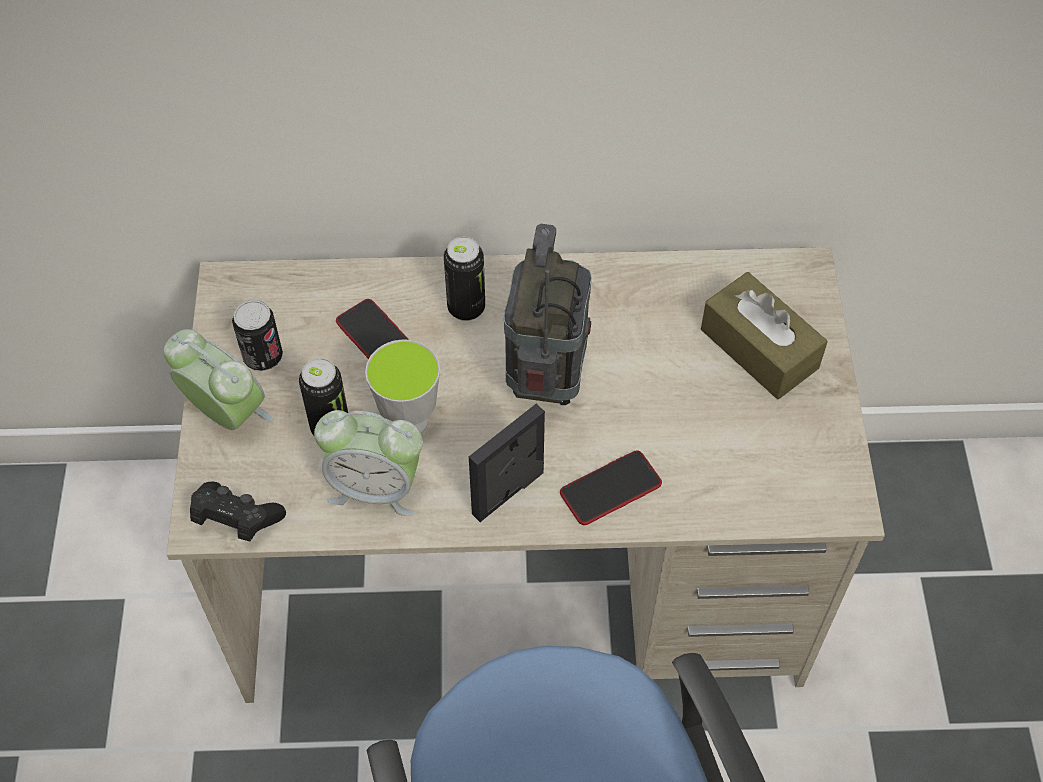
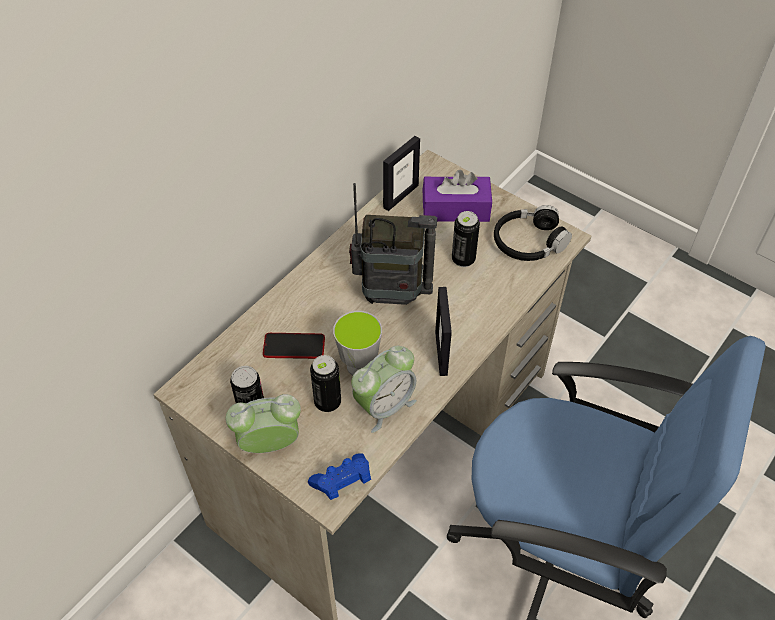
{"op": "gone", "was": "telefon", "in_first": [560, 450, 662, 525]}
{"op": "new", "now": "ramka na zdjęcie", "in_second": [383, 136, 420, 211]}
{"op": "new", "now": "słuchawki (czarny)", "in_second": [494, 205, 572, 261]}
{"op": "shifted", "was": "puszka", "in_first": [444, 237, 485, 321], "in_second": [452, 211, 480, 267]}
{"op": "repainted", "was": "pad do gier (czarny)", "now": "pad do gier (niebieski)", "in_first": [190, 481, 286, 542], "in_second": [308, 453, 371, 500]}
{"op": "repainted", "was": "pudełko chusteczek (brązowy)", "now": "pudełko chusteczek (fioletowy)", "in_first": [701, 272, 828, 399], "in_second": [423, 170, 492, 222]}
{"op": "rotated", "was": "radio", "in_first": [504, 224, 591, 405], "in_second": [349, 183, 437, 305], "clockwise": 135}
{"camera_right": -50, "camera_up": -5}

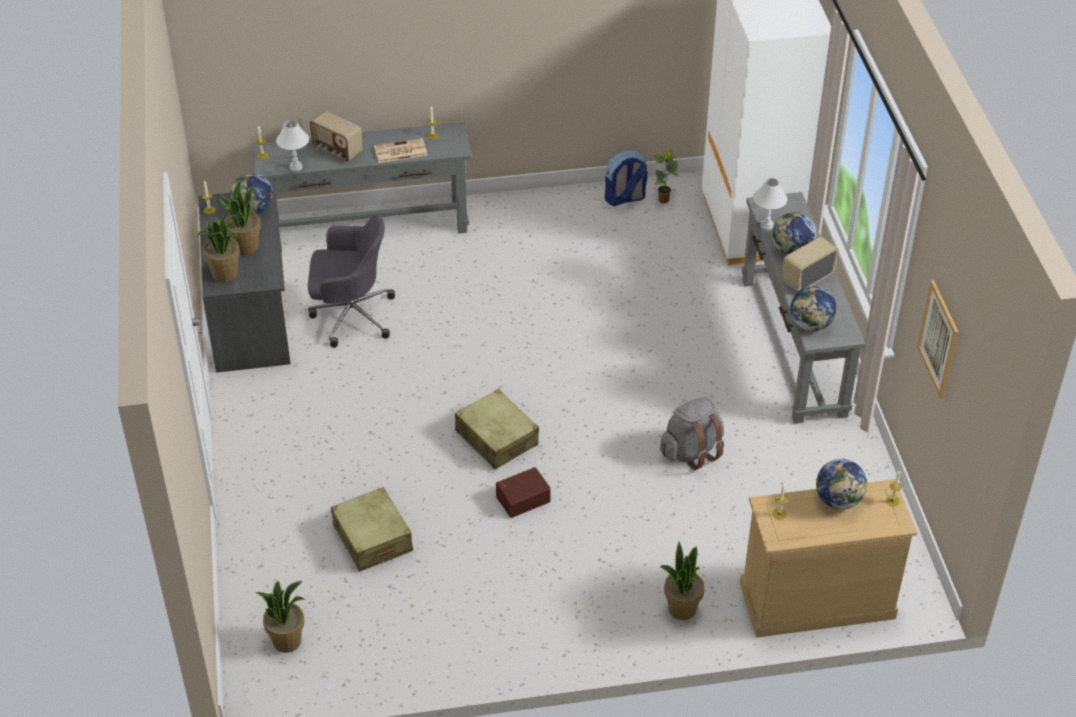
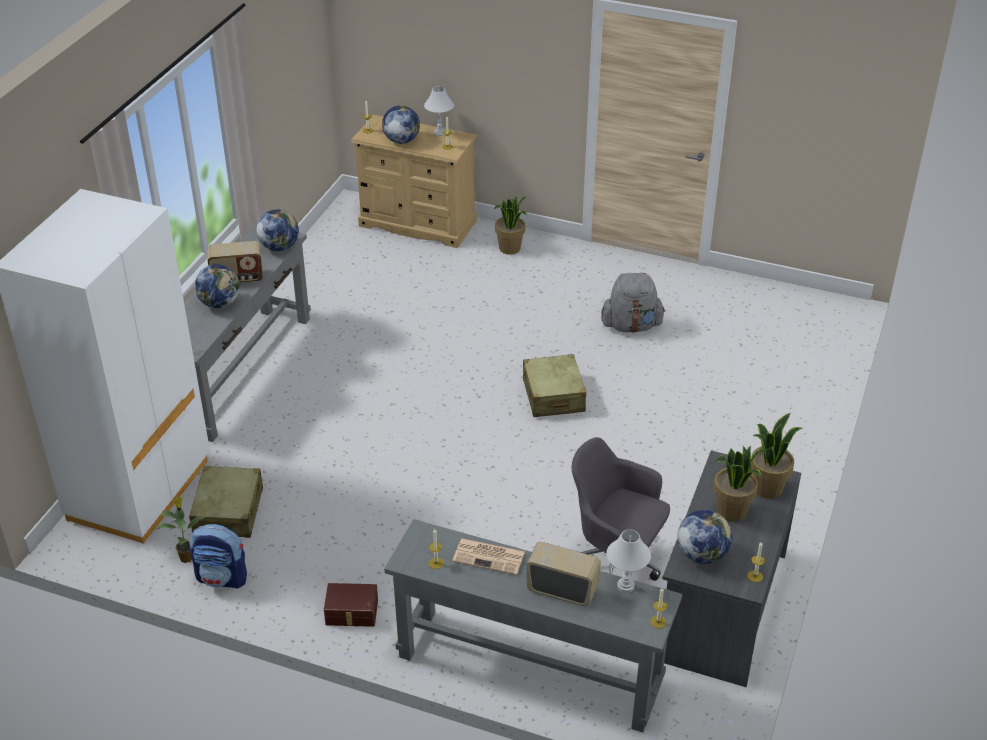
{"op": "gone", "was": "roślina doniczkowa", "in_first": [255, 581, 305, 653]}
{"op": "gone", "was": "obraz", "in_first": [917, 280, 958, 398]}
{"op": "shifted", "was": "walizka (beżowy)", "in_first": [331, 487, 413, 571], "in_second": [189, 466, 263, 538]}
{"op": "shifted", "was": "pojemnik do przechowywania (brązowy)", "in_first": [496, 467, 551, 518], "in_second": [324, 583, 378, 627]}
{"op": "shifted", "was": "plecak (szary)", "in_first": [660, 397, 724, 470], "in_second": [601, 273, 666, 333]}
{"op": "shifted", "was": "lampa stołowa (biały)", "in_first": [753, 178, 787, 231], "in_second": [424, 86, 454, 136]}
{"op": "rotated", "was": "radio", "in_first": [310, 111, 363, 162], "in_second": [527, 542, 601, 607], "clockwise": -45}
{"camera_right": -150, "camera_up": -5}

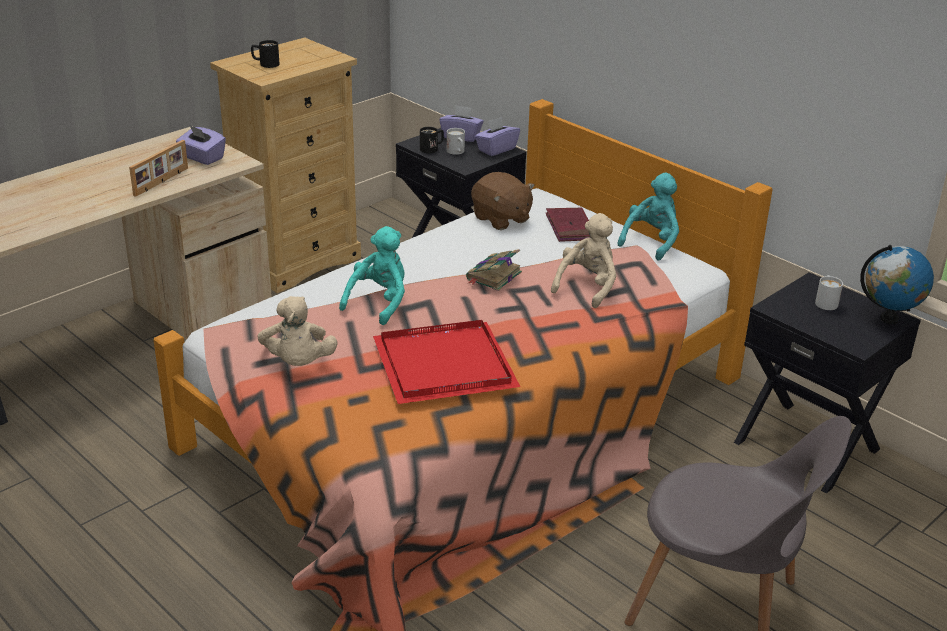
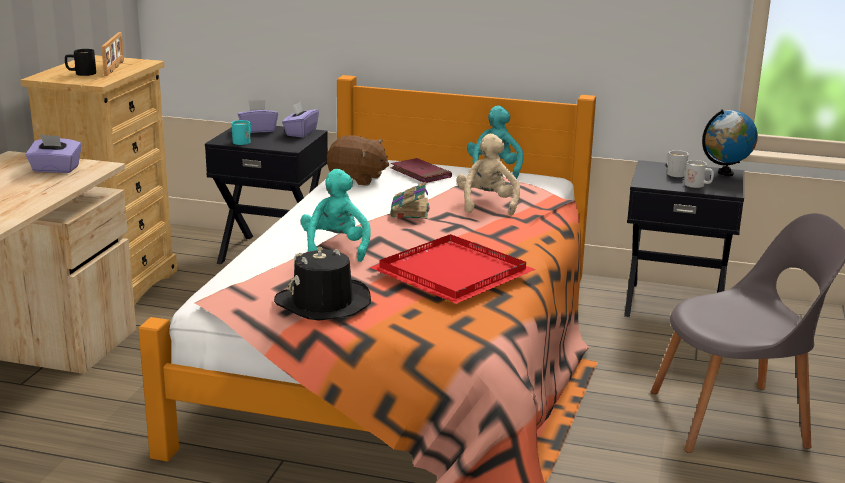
{"op": "shifted", "was": "ramka na zdjęcie", "in_first": [129, 140, 188, 197], "in_second": [101, 32, 124, 76]}
{"op": "shifted", "was": "kubek (biały)", "in_first": [447, 128, 465, 155], "in_second": [684, 160, 714, 188]}
{"op": "swapped", "was": "pluszak (beżowy)", "now": "kapelusz (czarny)", "in_first": [258, 296, 337, 366], "in_second": [274, 247, 371, 321]}
{"op": "repainted", "was": "kubek (czarny)", "now": "kubek (turkusowy)", "in_first": [420, 127, 444, 153], "in_second": [232, 120, 251, 145]}
{"camera_right": -30, "camera_up": -10}

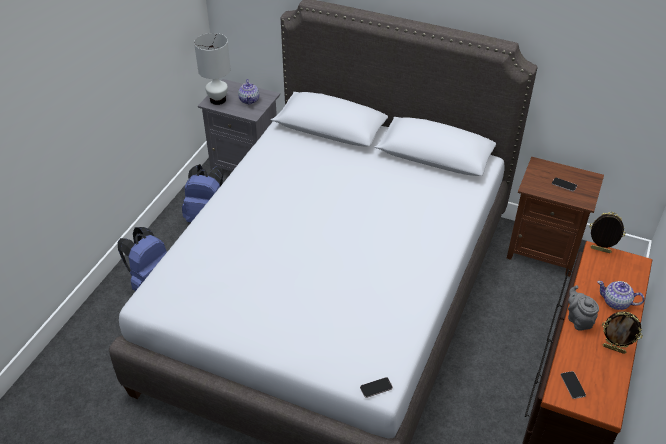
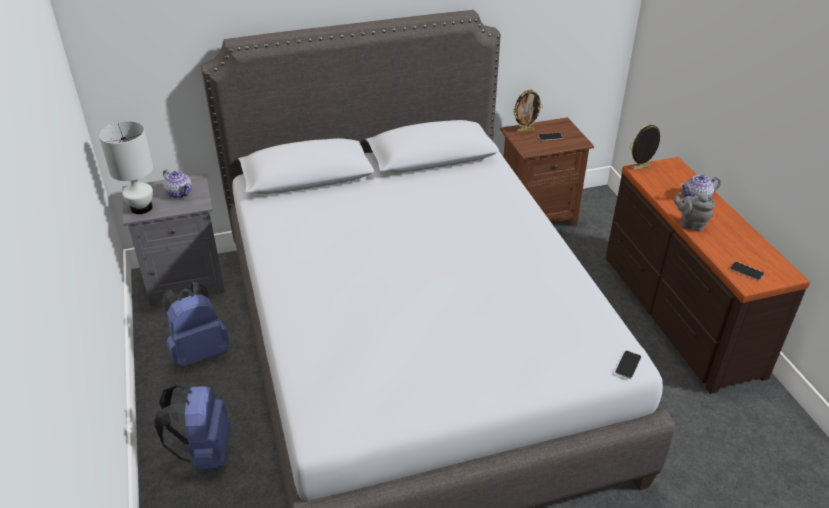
{"op": "shifted", "was": "ramka na zdjęcie", "in_first": [602, 311, 643, 354], "in_second": [513, 89, 543, 133]}
{"camera_right": -40, "camera_up": -5}

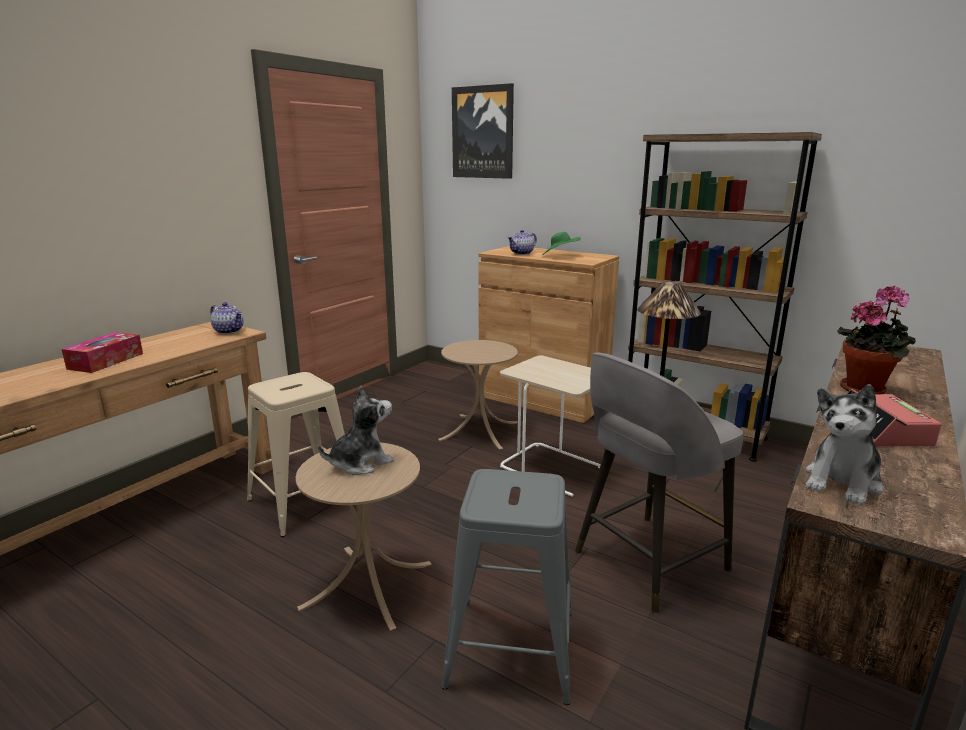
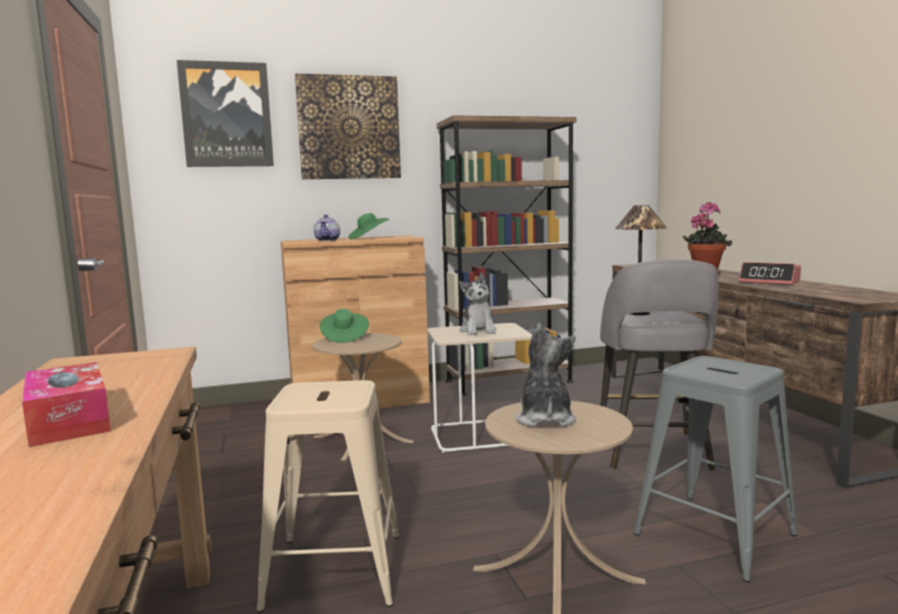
{"op": "gone", "was": "imbryk", "in_first": [210, 302, 244, 334]}
{"op": "new", "now": "obraz", "in_second": [295, 73, 401, 179]}
{"op": "new", "now": "kapelusz (zielony)", "in_second": [320, 309, 369, 343]}
{"op": "shifted", "was": "pluszak", "in_first": [805, 384, 884, 505], "in_second": [459, 273, 496, 335]}
{"camera_right": -50, "camera_up": -10}

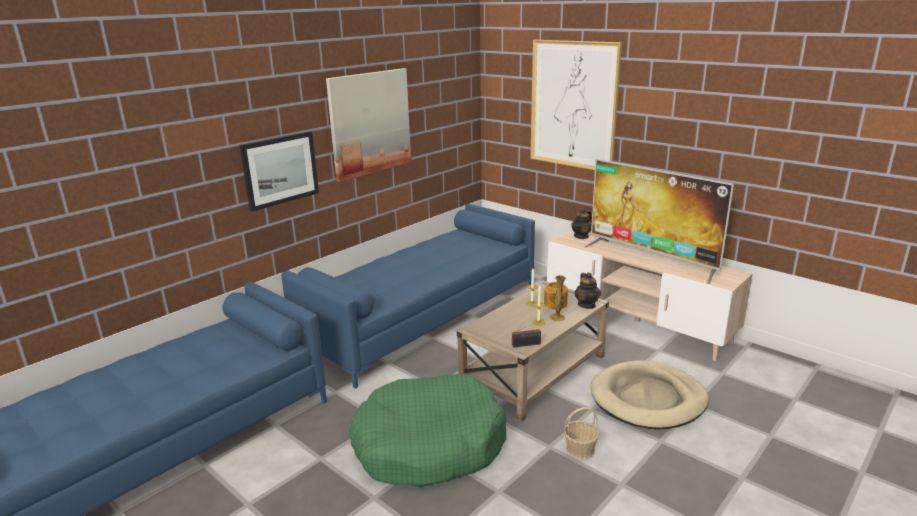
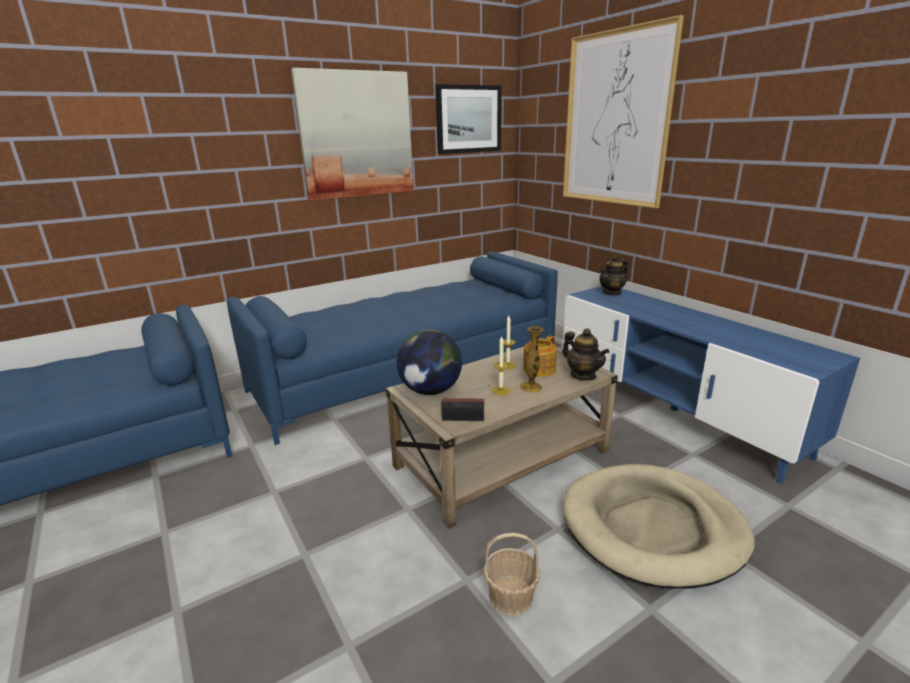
{"op": "gone", "was": "legowisko (zielony)", "in_first": [349, 374, 507, 487]}
{"op": "gone", "was": "telewizor", "in_first": [585, 159, 734, 284]}
{"op": "new", "now": "globus", "in_second": [397, 330, 462, 395]}
{"op": "shifted", "was": "obraz", "in_first": [239, 131, 319, 212], "in_second": [435, 84, 501, 154]}
{"op": "repainted", "was": "szafka pod telewizor (beżowy)", "now": "szafka pod telewizor (niebieski)", "in_first": [547, 230, 752, 361], "in_second": [562, 286, 860, 484]}
{"op": "rotated", "was": "imbryk", "in_first": [574, 272, 601, 309], "in_second": [562, 328, 609, 381], "clockwise": -45}
{"camera_right": 15, "camera_up": 0}

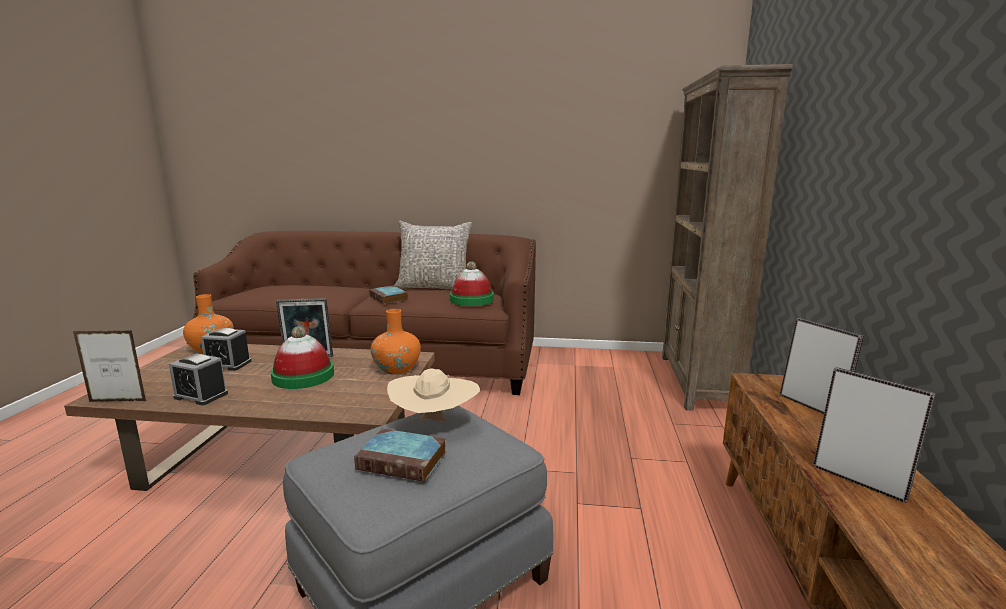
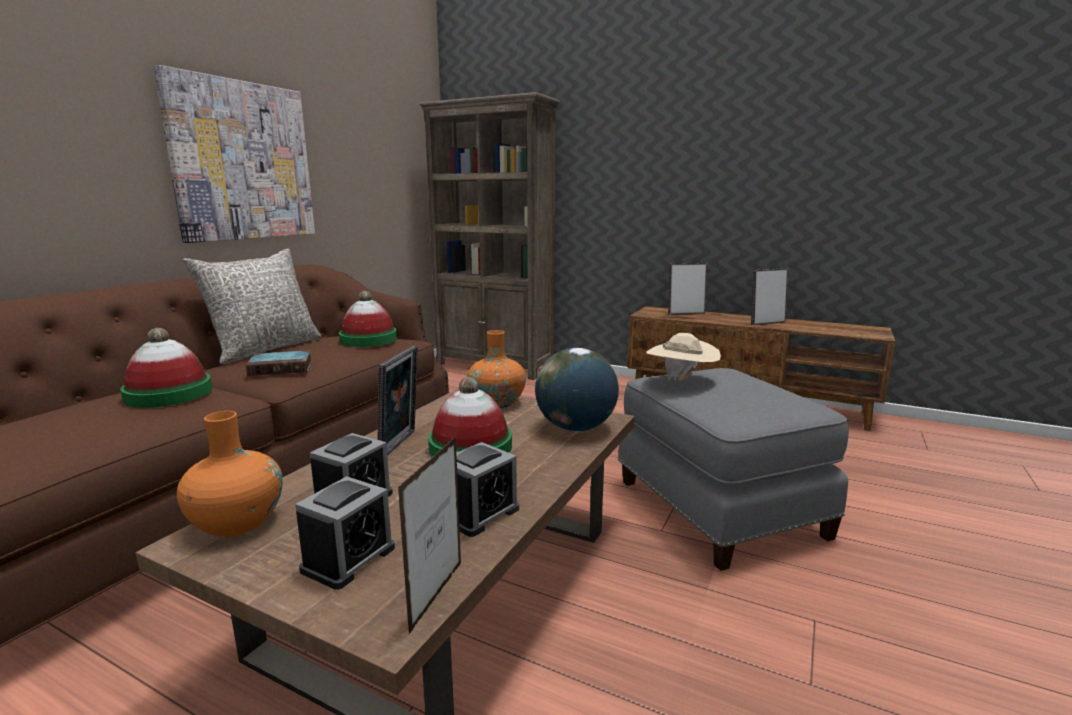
{"op": "gone", "was": "książka", "in_first": [354, 429, 446, 482]}
{"op": "new", "now": "kapelusz", "in_second": [120, 328, 212, 408]}
{"op": "new", "now": "obraz", "in_second": [153, 65, 315, 243]}
{"op": "new", "now": "budzik", "in_second": [295, 476, 395, 590]}
{"op": "new", "now": "globus", "in_second": [535, 348, 619, 431]}
{"camera_right": -70, "camera_up": 0}

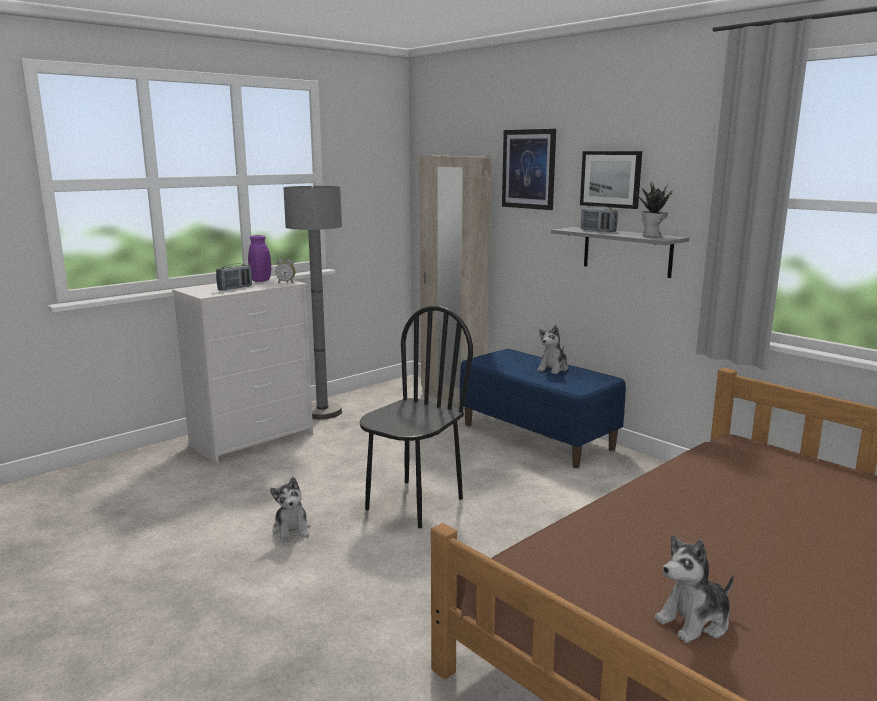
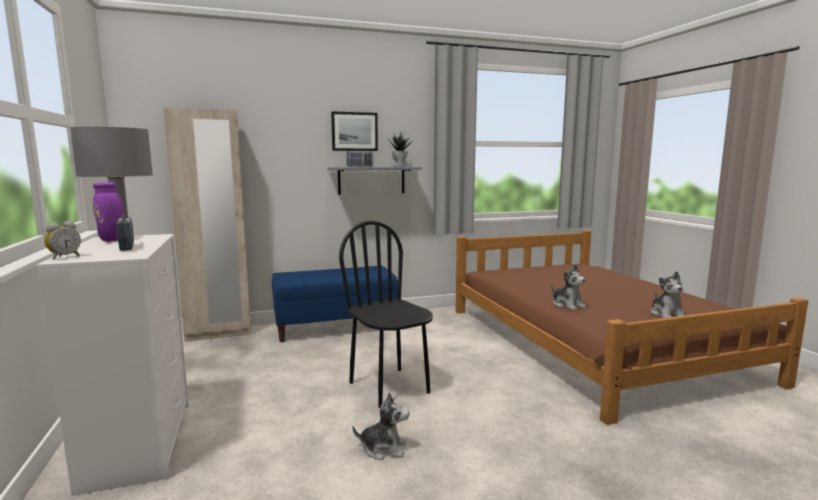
{"op": "gone", "was": "obraz", "in_first": [502, 129, 556, 210]}
{"op": "shifted", "was": "budzik", "in_first": [276, 259, 296, 283], "in_second": [44, 221, 81, 260]}
{"op": "shifted", "was": "pluszak", "in_first": [537, 325, 568, 374], "in_second": [551, 264, 586, 310]}
{"camera_right": -65, "camera_up": -5}

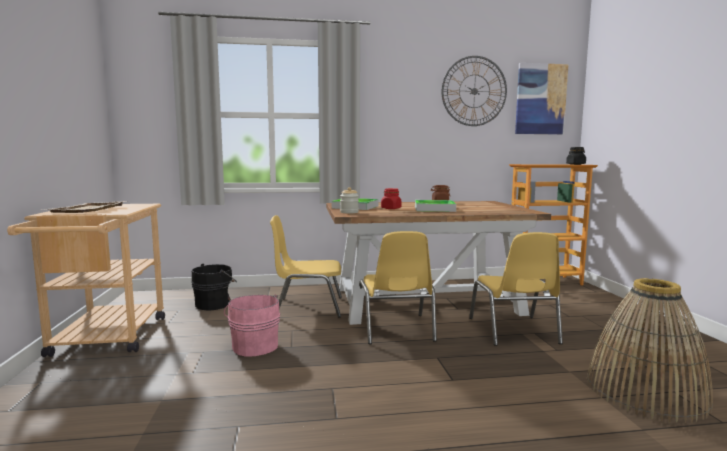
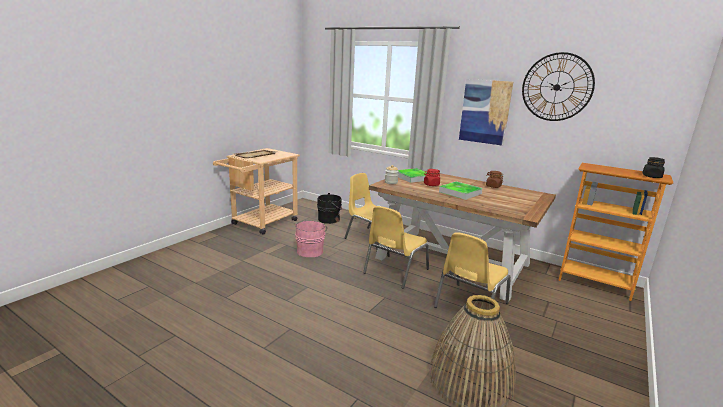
{"op": "shifted", "was": "obraz", "in_first": [515, 63, 569, 134], "in_second": [459, 79, 513, 146]}
{"camera_right": 40, "camera_up": 10}

